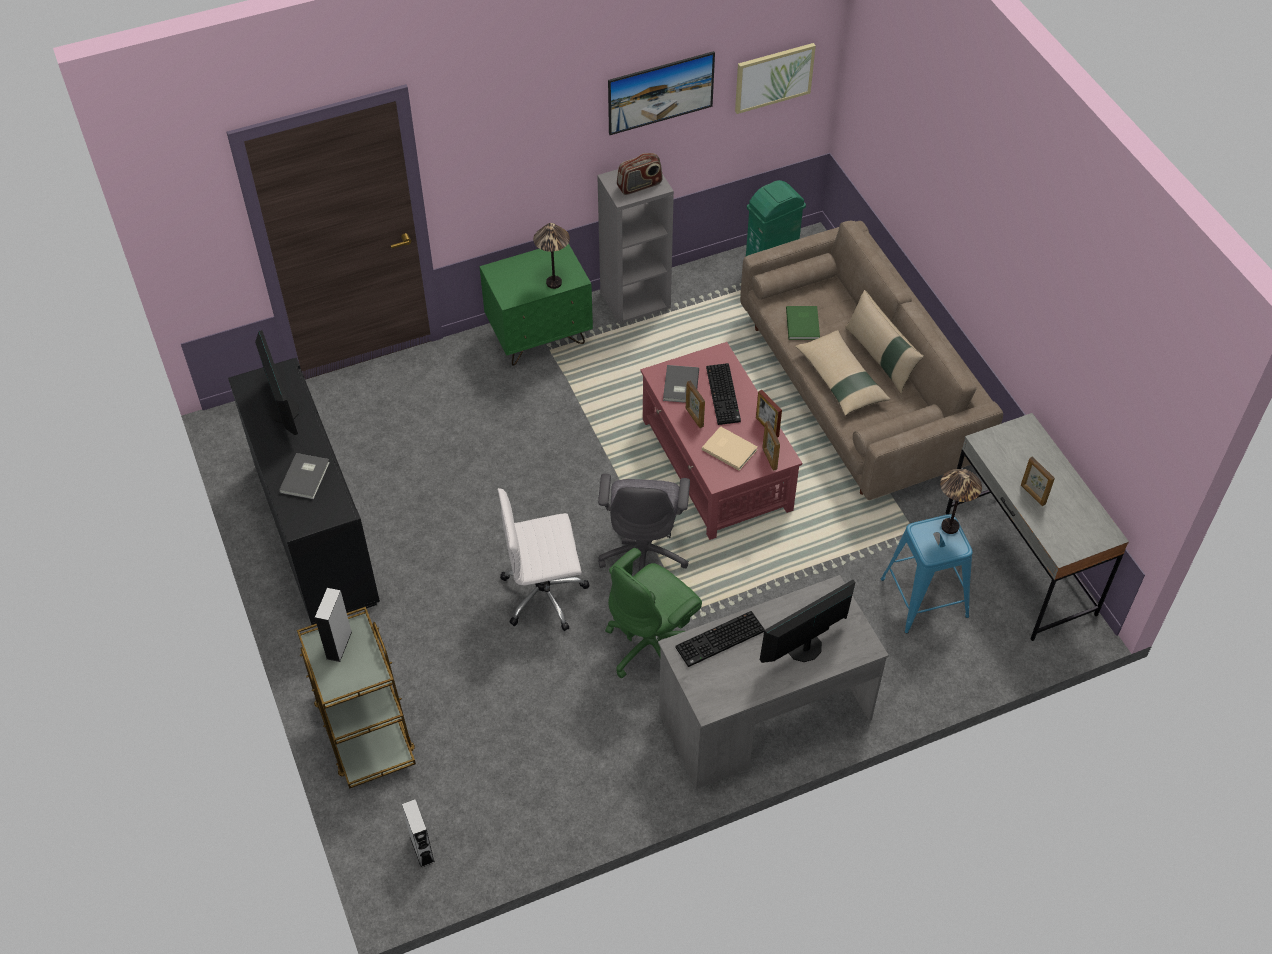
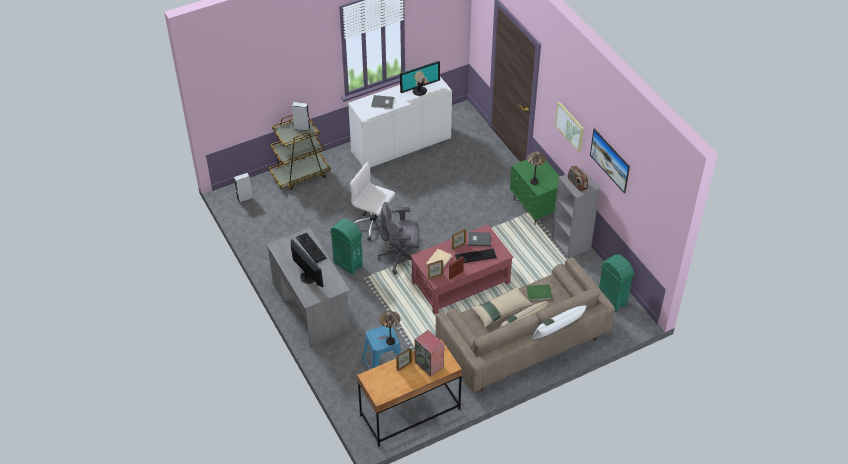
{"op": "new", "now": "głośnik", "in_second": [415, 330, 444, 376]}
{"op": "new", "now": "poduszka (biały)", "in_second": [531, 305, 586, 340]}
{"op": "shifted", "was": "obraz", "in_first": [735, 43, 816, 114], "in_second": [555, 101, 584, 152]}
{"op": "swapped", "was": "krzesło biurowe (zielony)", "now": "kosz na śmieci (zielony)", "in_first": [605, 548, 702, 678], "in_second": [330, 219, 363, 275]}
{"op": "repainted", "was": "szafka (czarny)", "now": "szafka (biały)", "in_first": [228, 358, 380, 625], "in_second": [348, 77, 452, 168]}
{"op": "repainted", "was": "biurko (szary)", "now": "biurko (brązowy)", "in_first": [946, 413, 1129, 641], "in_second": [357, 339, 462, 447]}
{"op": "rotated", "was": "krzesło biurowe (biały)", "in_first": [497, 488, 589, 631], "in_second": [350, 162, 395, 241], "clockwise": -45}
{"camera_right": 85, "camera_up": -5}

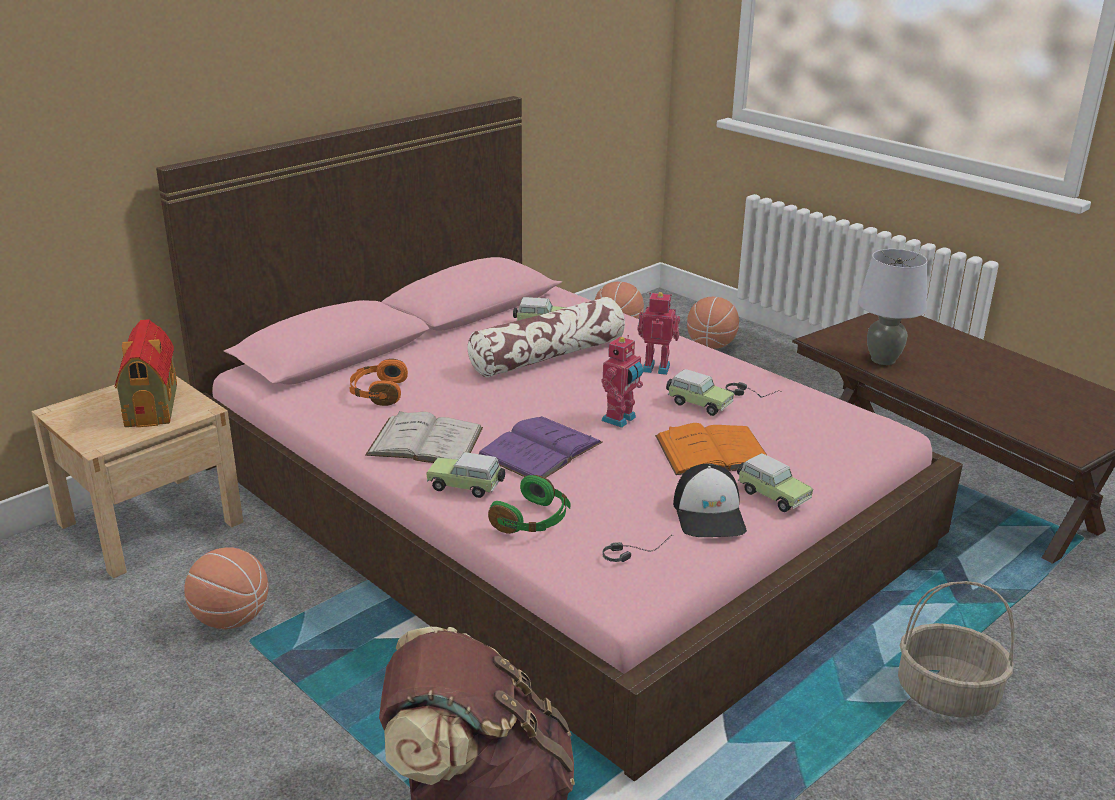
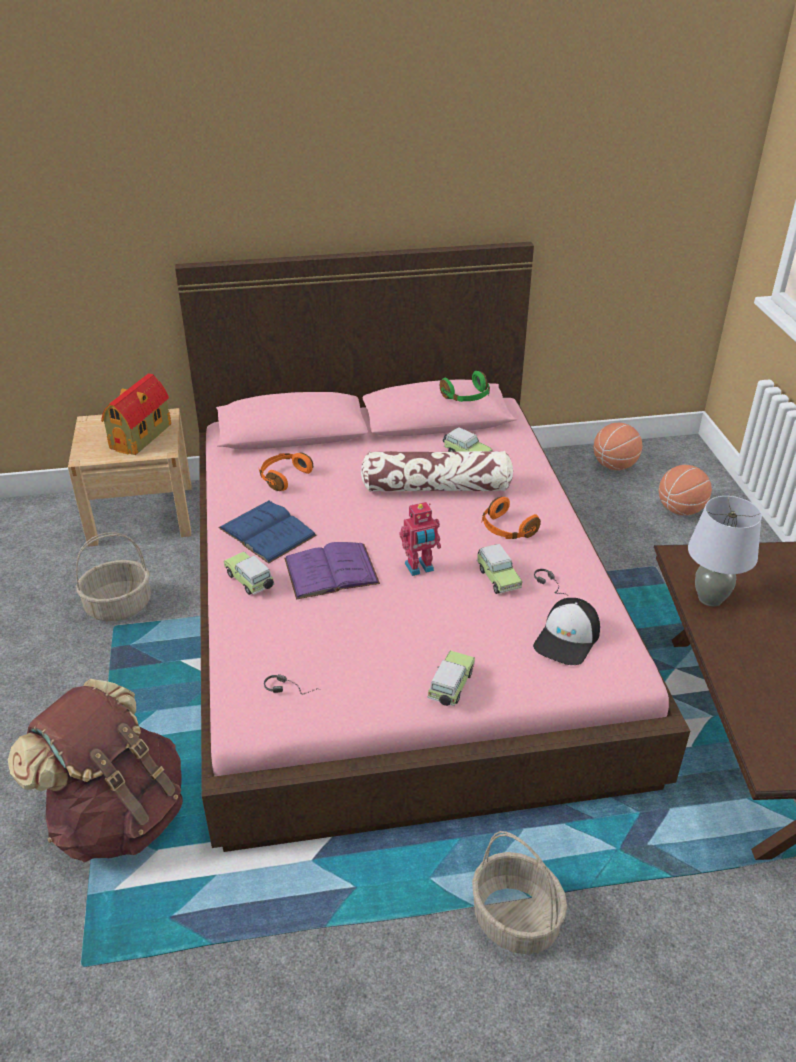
{"op": "gone", "was": "książka (pomarańczowy)", "in_first": [655, 423, 767, 475]}
{"op": "shifted", "was": "słuchawki (zielony)", "in_first": [488, 475, 571, 534], "in_second": [440, 371, 490, 402]}
{"op": "shifted", "was": "czapka z daszkiem", "in_first": [673, 464, 747, 537], "in_second": [533, 598, 600, 665]}
{"op": "swapped", "was": "piłka do koszykówki", "now": "koszyk", "in_first": [184, 547, 268, 629], "in_second": [76, 532, 151, 621]}
{"op": "swapped", "was": "robot zabawkowy", "now": "słuchawki (pomarańczowy)", "in_first": [637, 292, 680, 375], "in_second": [481, 497, 541, 539]}
{"op": "repainted", "was": "książka (biały)", "now": "książka (niebieski)", "in_first": [365, 411, 483, 463], "in_second": [218, 501, 317, 564]}
{"op": "rotated", "was": "samochodzik", "in_first": [737, 453, 813, 512], "in_second": [427, 650, 475, 706], "clockwise": -150}
{"camera_right": 35, "camera_up": 10}

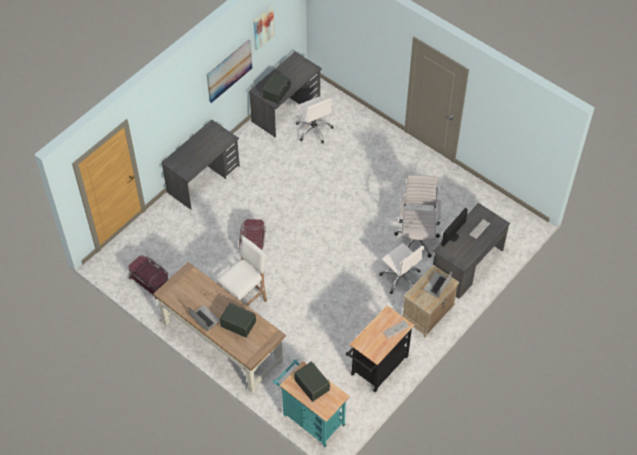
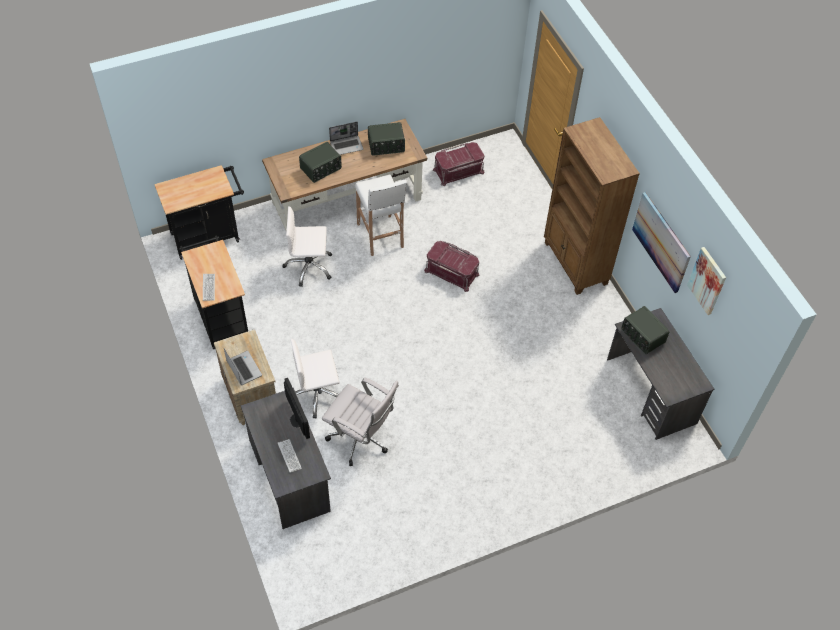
{"op": "shifted", "was": "radio", "in_first": [294, 361, 330, 402], "in_second": [368, 122, 405, 156]}
{"op": "shifted", "was": "krzesło biurowe (biały)", "in_first": [296, 96, 334, 144], "in_second": [283, 206, 332, 287]}
{"op": "swapped", "was": "biurko (szary)", "now": "regał (brązowy)", "in_first": [161, 120, 240, 210], "in_second": [544, 117, 640, 295]}
{"op": "repainted", "was": "wózek (turkusowy)", "now": "wózek (czarny)", "in_first": [273, 360, 350, 447], "in_second": [154, 165, 244, 260]}
{"camera_right": 115, "camera_up": 0}

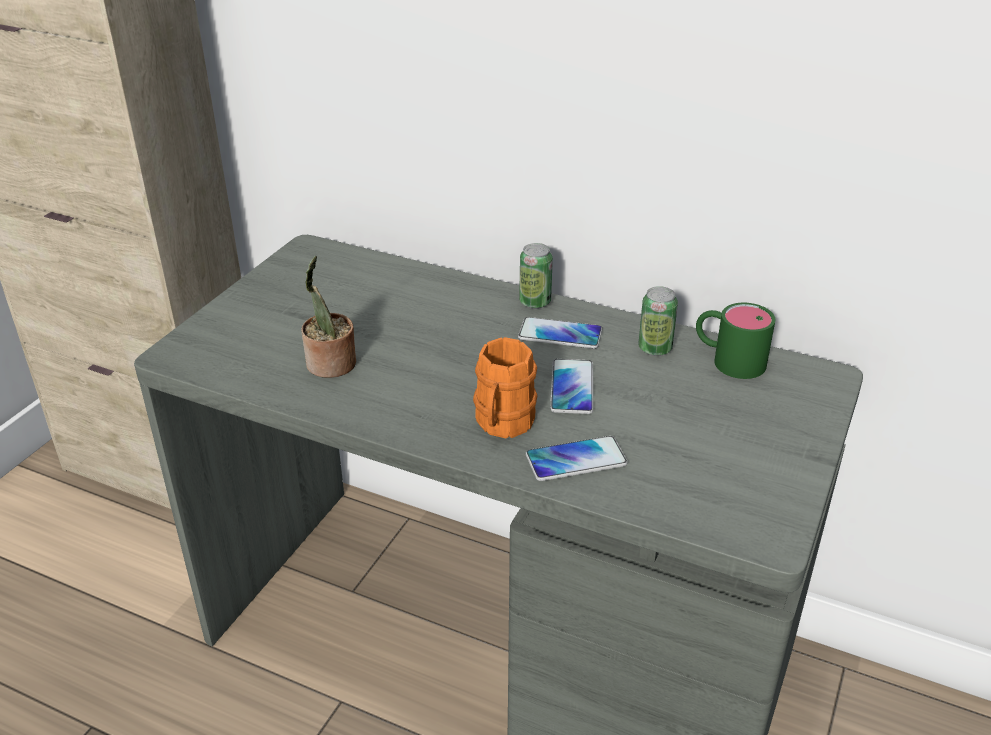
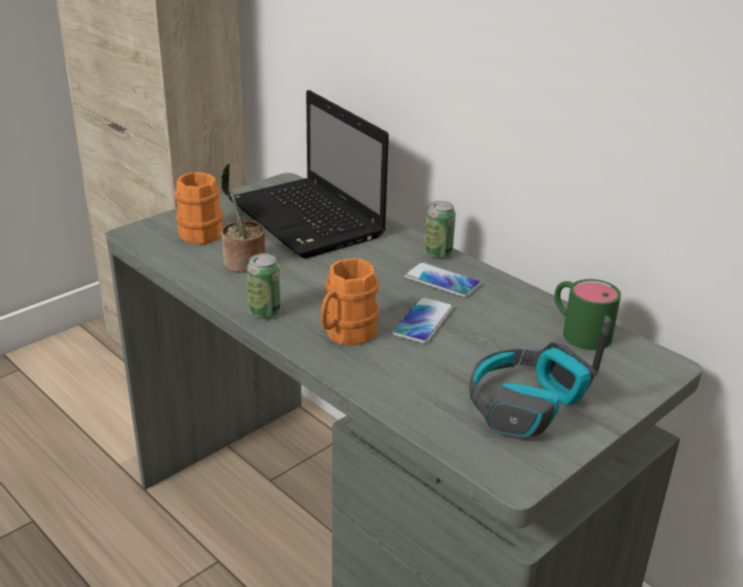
{"op": "gone", "was": "telefon", "in_first": [526, 436, 628, 481]}
{"op": "new", "now": "kubek (pomarańczowy)", "in_second": [174, 172, 223, 245]}
{"op": "new", "now": "laptop", "in_second": [228, 90, 389, 258]}
{"op": "new", "now": "słuchawki", "in_second": [469, 315, 612, 437]}
{"op": "shifted", "was": "puszka", "in_first": [638, 286, 678, 356], "in_second": [247, 253, 281, 319]}
{"camera_right": 20, "camera_up": -5}

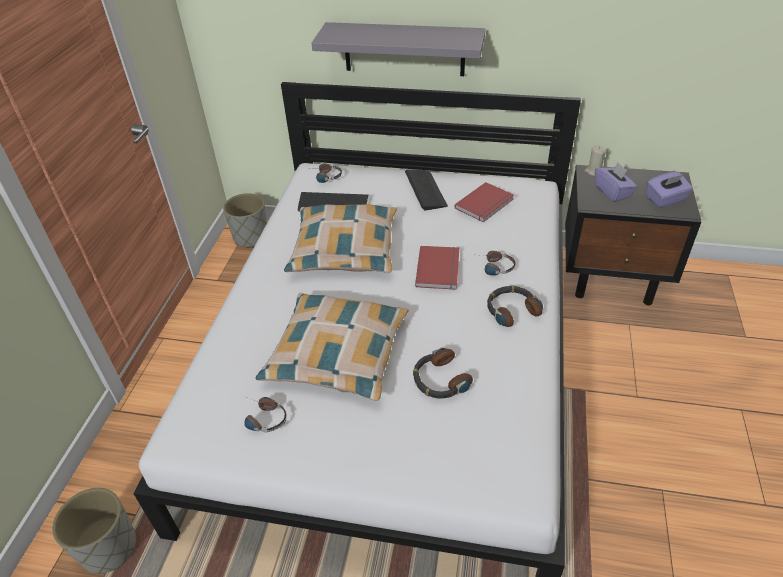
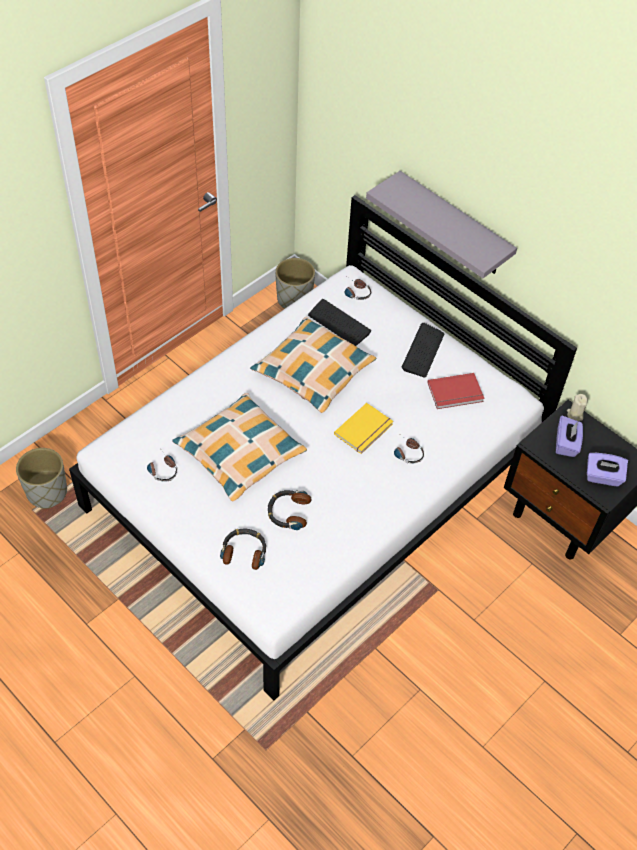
{"op": "shifted", "was": "słuchawki", "in_first": [487, 285, 543, 327], "in_second": [220, 529, 266, 570]}
{"op": "repainted", "was": "książka (czerwony)", "now": "książka (żółty)", "in_first": [415, 246, 459, 290], "in_second": [334, 403, 393, 454]}
{"camera_right": 30, "camera_up": 10}

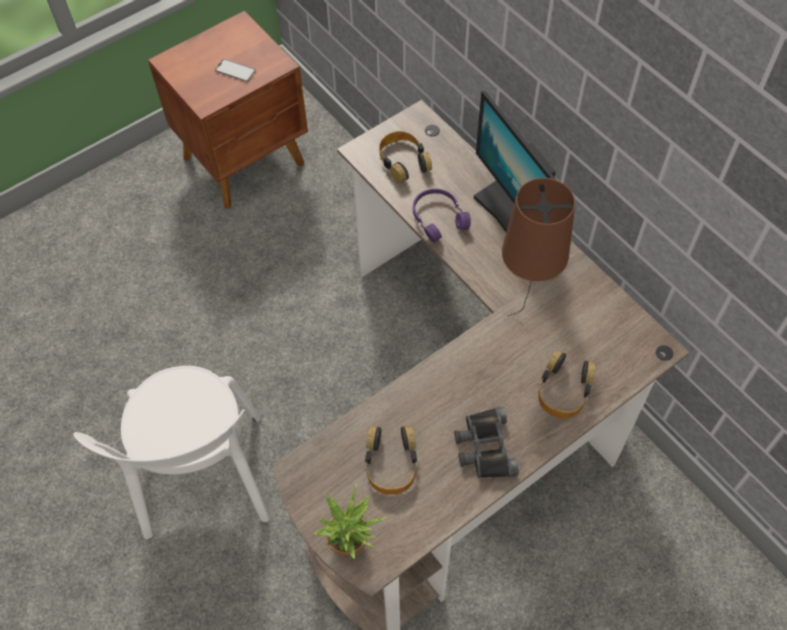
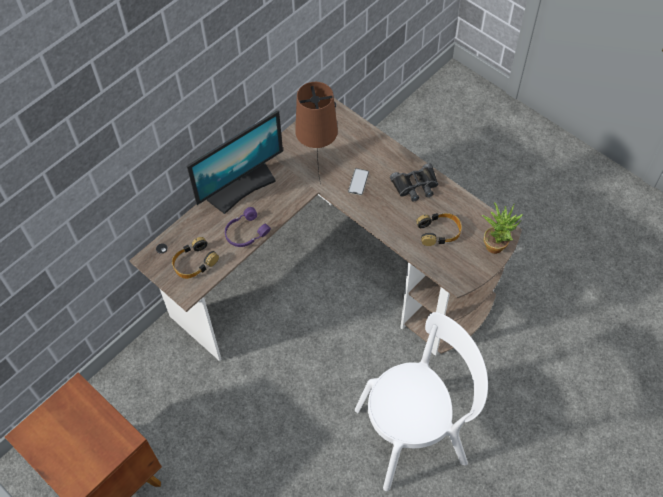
{"op": "gone", "was": "słuchawki", "in_first": [538, 350, 595, 418]}
{"op": "shifted", "was": "telefon", "in_first": [215, 59, 256, 82], "in_second": [348, 168, 369, 195]}
{"camera_right": -100, "camera_up": 0}

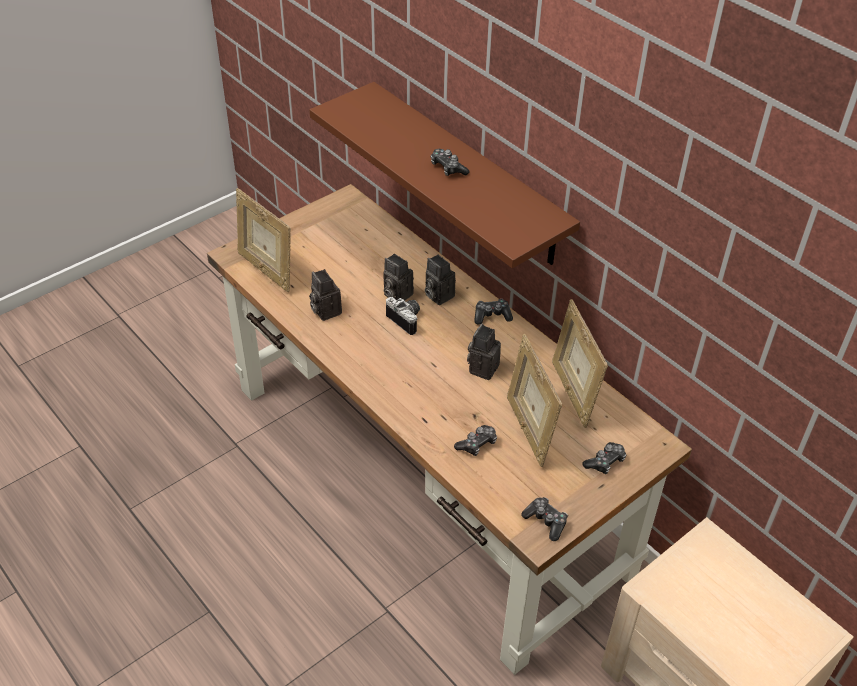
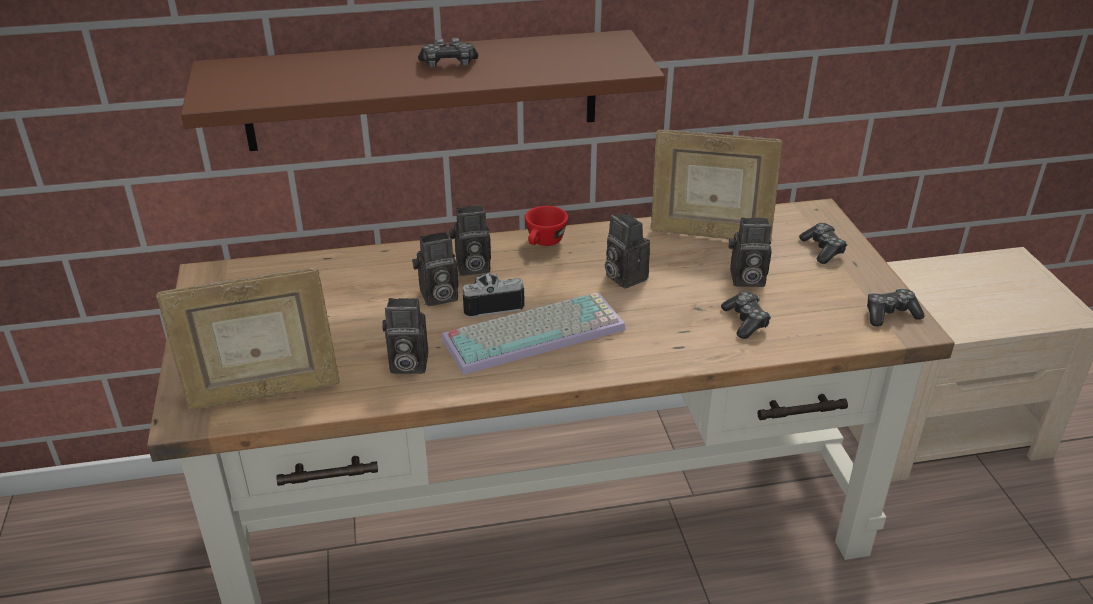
{"op": "new", "now": "klawiatura", "in_second": [442, 292, 626, 375]}
{"op": "swapped", "was": "pad do gier", "now": "filiżanka (czerwony)", "in_first": [474, 299, 513, 325], "in_second": [525, 206, 568, 246]}
{"op": "swapped", "was": "ramka na zdjęcie", "now": "aparat fotograficzny", "in_first": [507, 334, 562, 467], "in_second": [729, 217, 772, 287]}
{"camera_right": -60, "camera_up": -10}

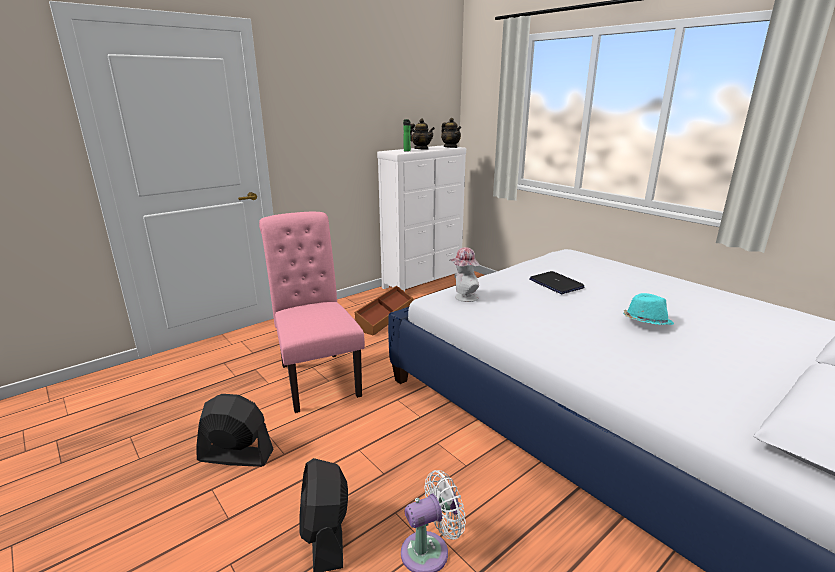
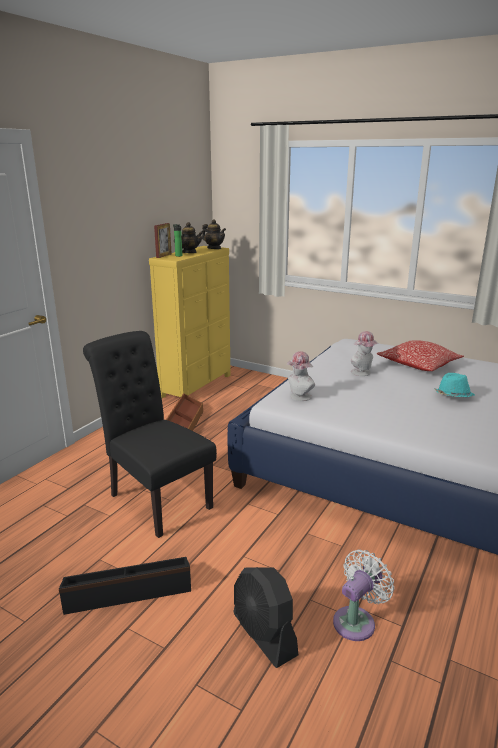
{"op": "new", "now": "ramka na zdjęcie", "in_second": [154, 223, 172, 258]}
{"op": "new", "now": "poduszka", "in_second": [377, 340, 464, 371]}
{"op": "swapped", "was": "wentylator (czarny)", "now": "pojemnik do przechowywania (czarny)", "in_first": [196, 394, 274, 467], "in_second": [59, 557, 191, 615]}
{"op": "swapped", "was": "laptop", "now": "kapelusz", "in_first": [529, 271, 584, 294], "in_second": [351, 331, 379, 376]}
{"op": "repainted", "was": "krzesło (różowy)", "now": "krzesło (czarny)", "in_first": [259, 212, 365, 413], "in_second": [83, 331, 217, 538]}
{"op": "repainted", "was": "komoda (biały)", "now": "komoda (żółty)", "in_first": [377, 145, 466, 292], "in_second": [149, 246, 231, 398]}
{"camera_right": -20, "camera_up": 0}

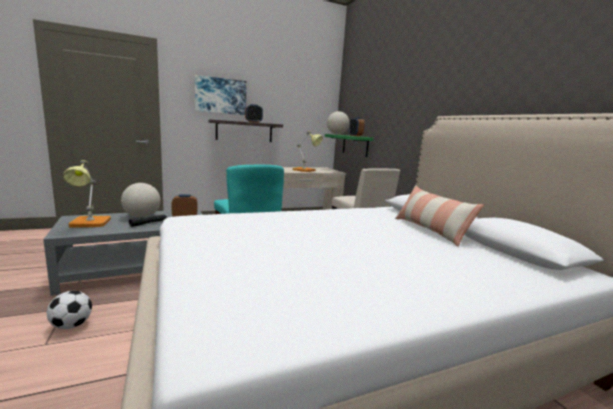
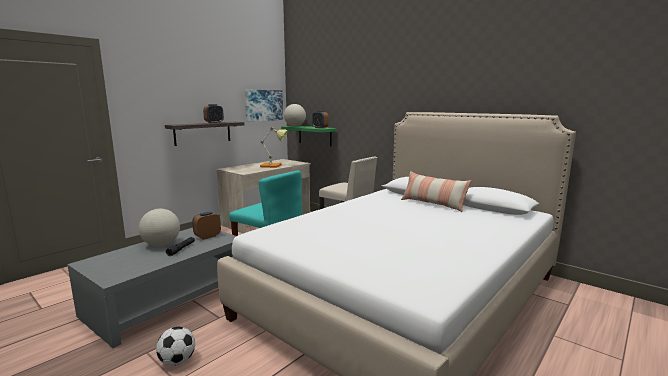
{"op": "gone", "was": "lampa stołowa", "in_first": [63, 160, 111, 228]}
{"op": "shifted", "was": "obraz", "in_first": [195, 75, 247, 115], "in_second": [245, 89, 283, 122]}
{"camera_right": -25, "camera_up": 0}

